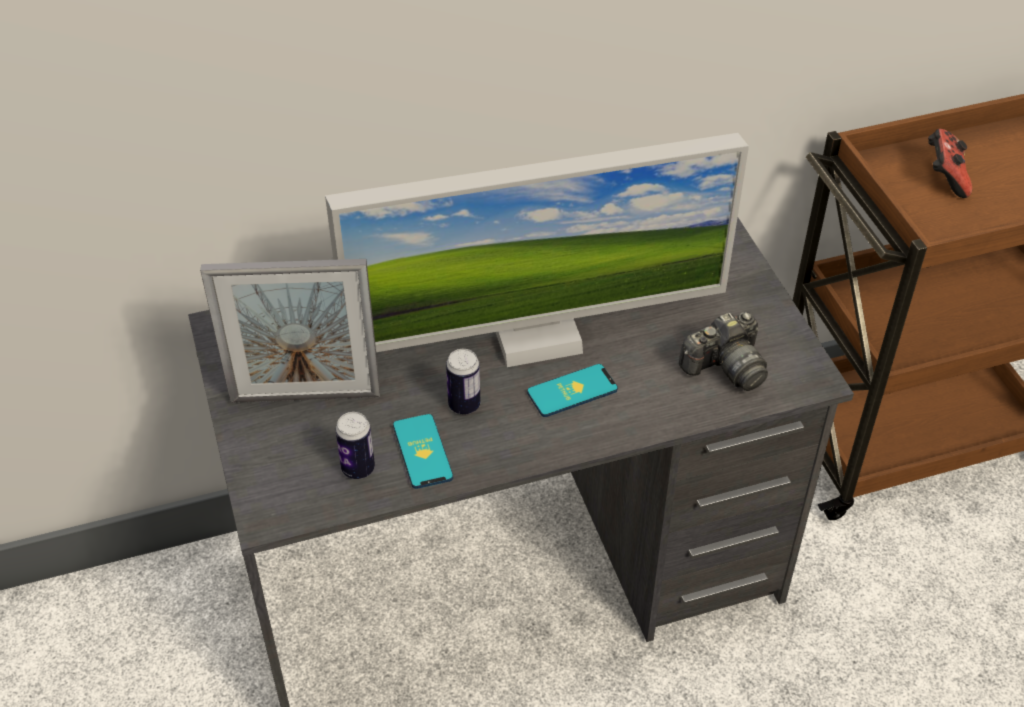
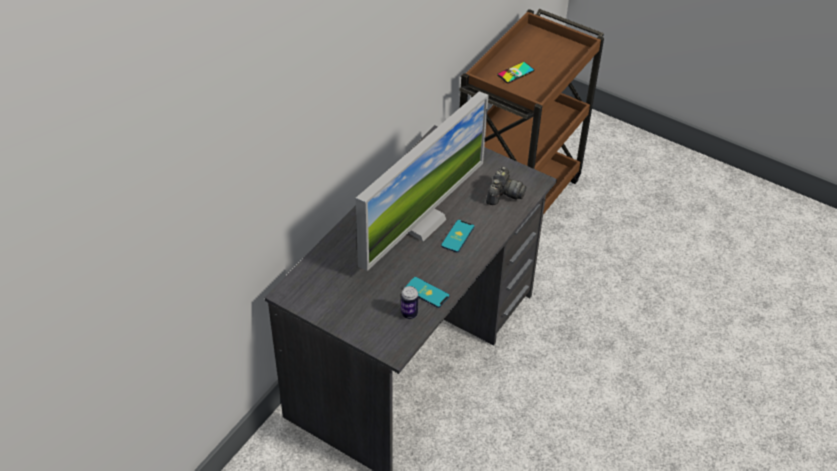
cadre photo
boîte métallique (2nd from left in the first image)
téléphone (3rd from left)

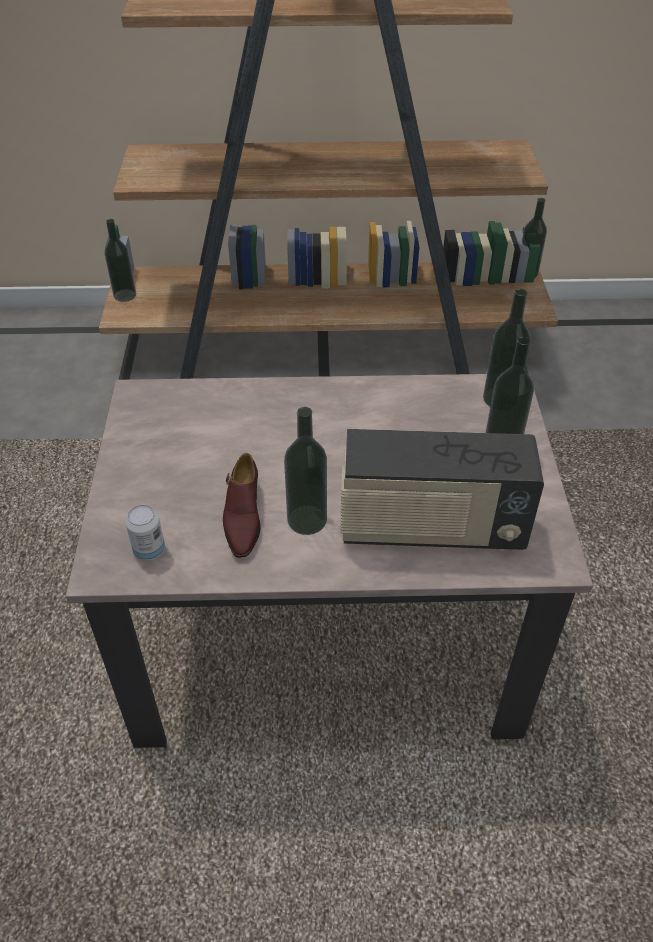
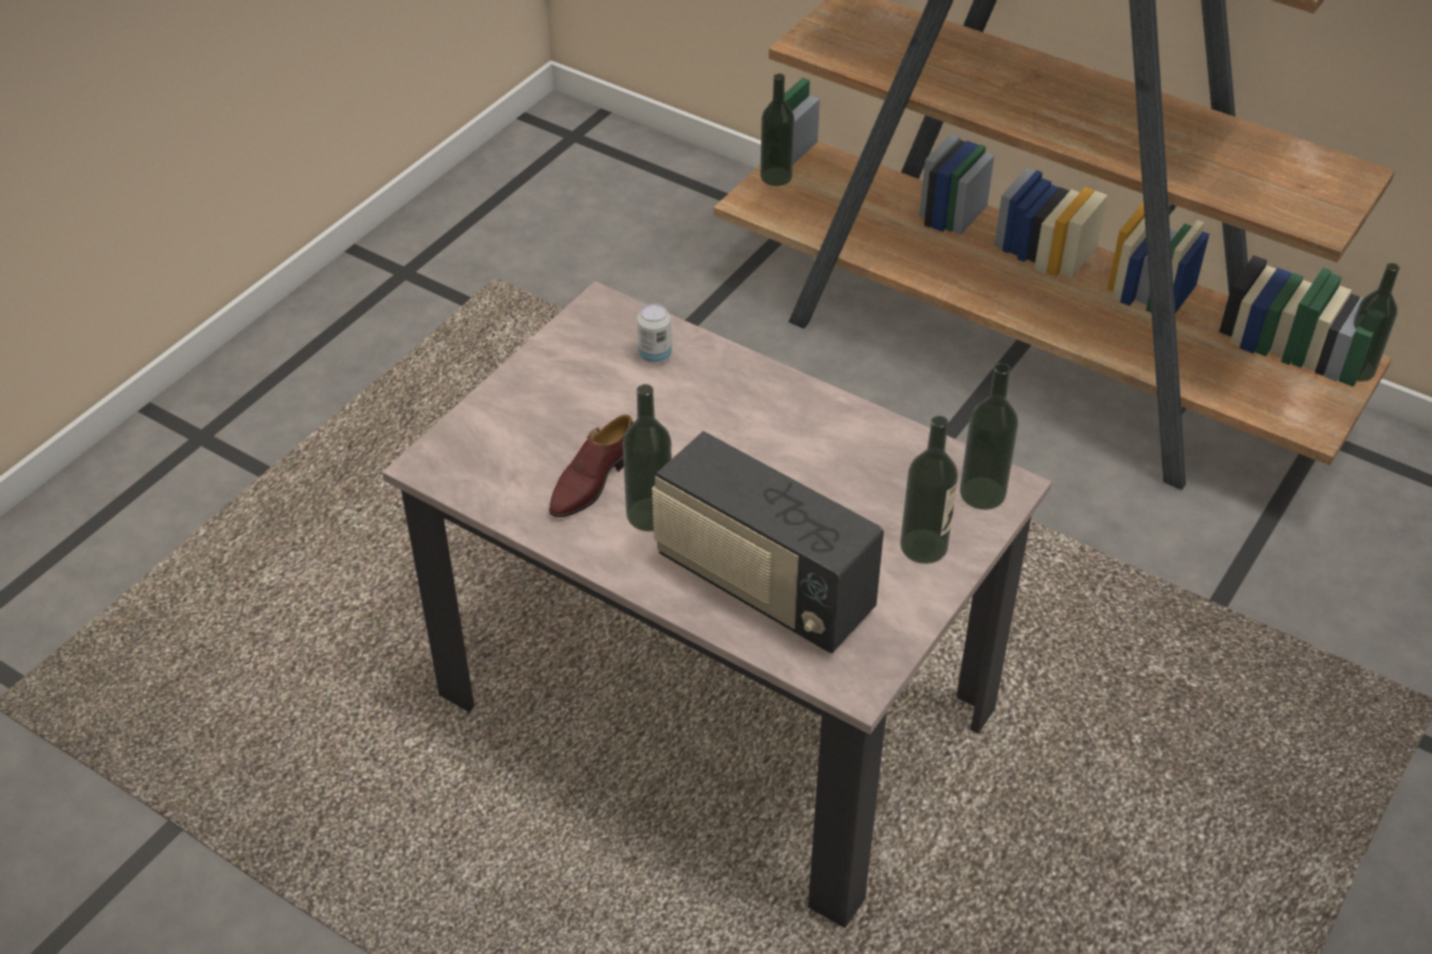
boîte métallique

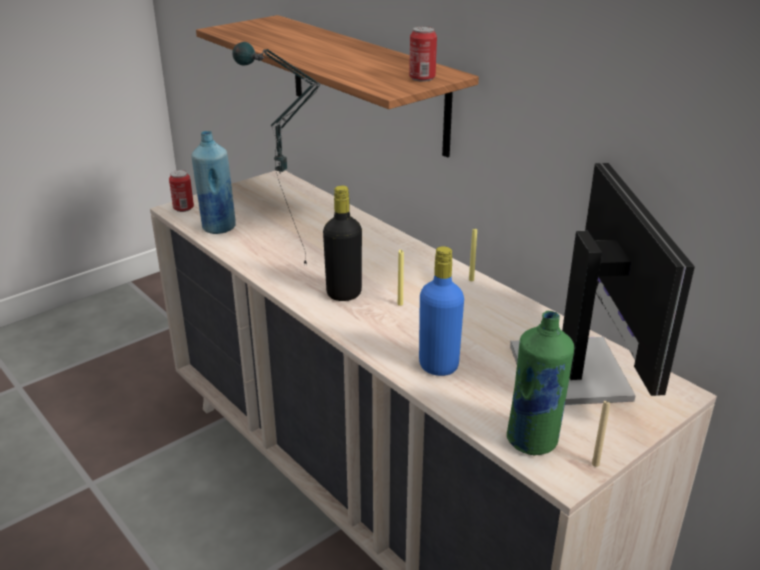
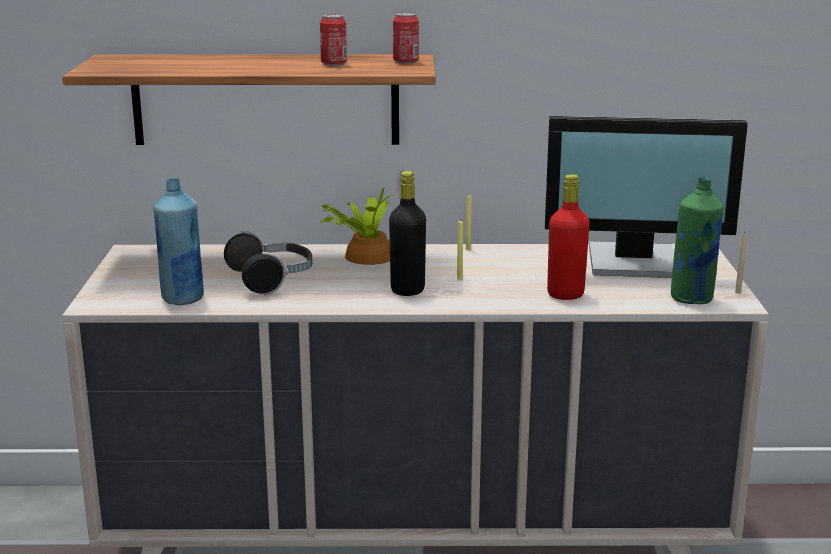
lampe de table
casque audio
plante en pot
boîte métallique (1st from left)
bouteille (rouge)
écran d'ordinateur

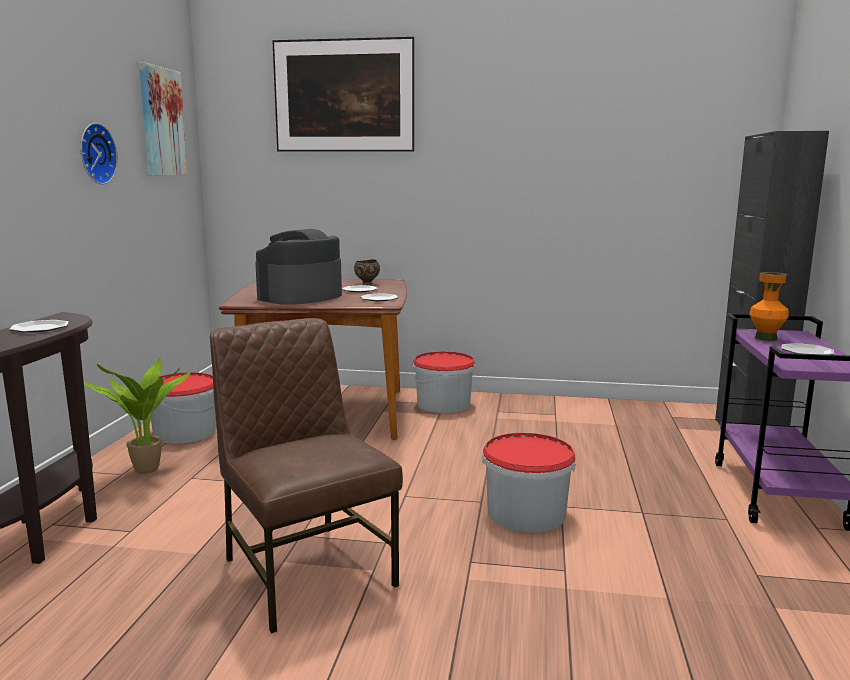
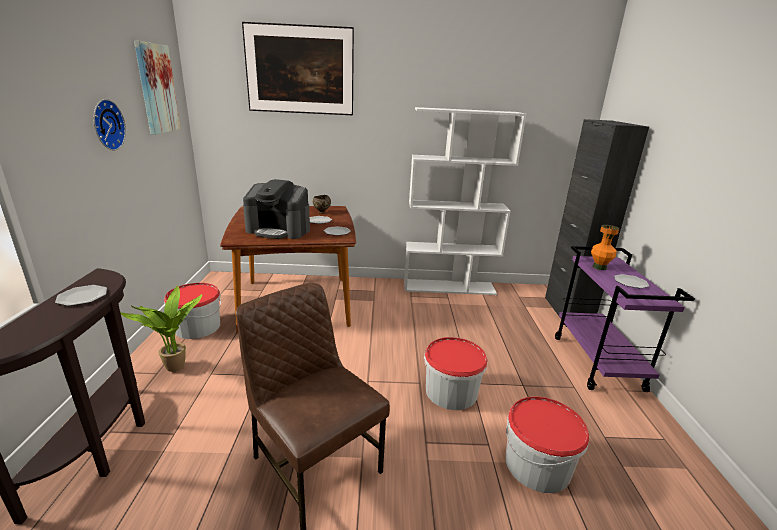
bibliothèque (blanc)
seau (3rd from left)
machine à café

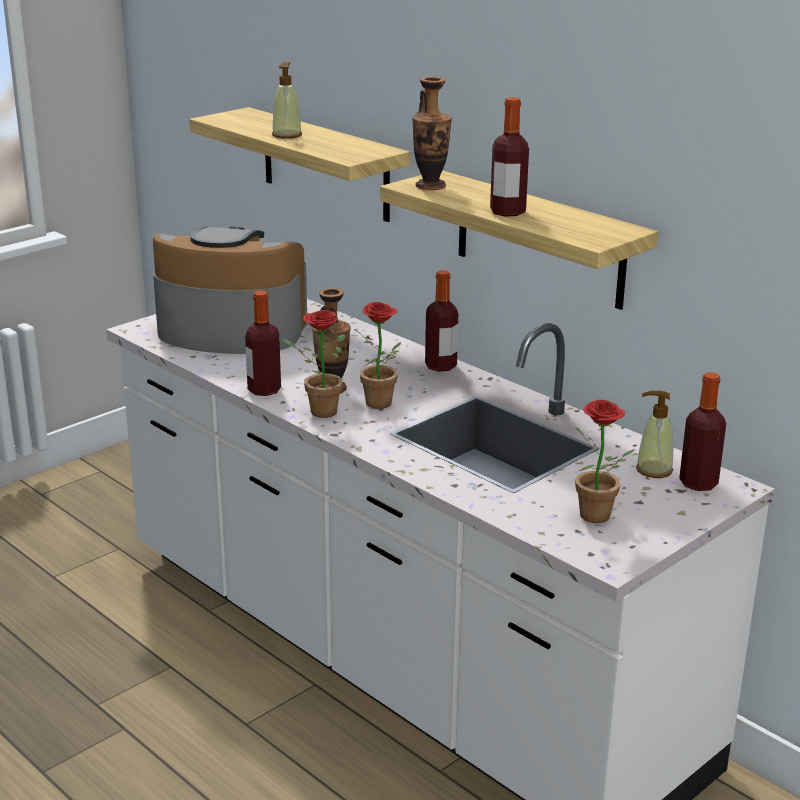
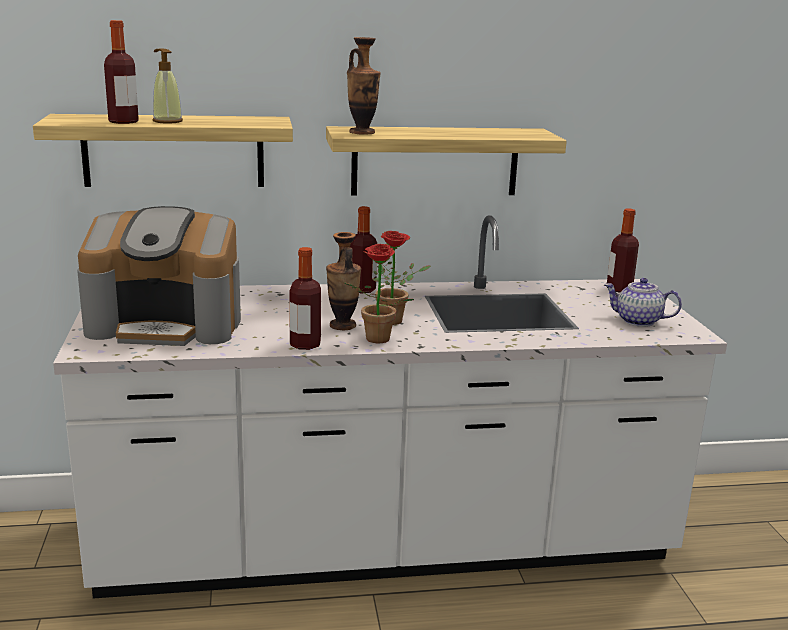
distributeur de savon (2nd from left in the first image)
bouteille (1st from left)
théière
machine à café

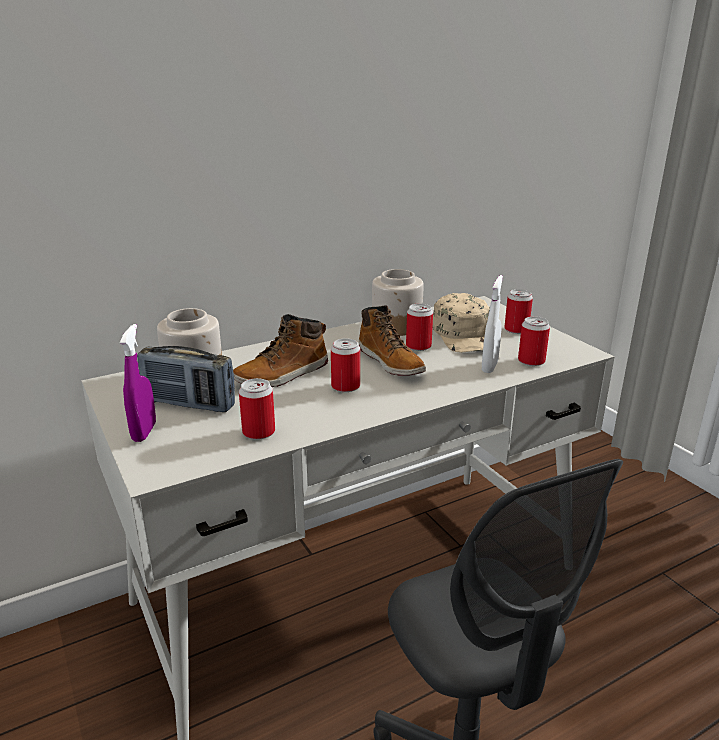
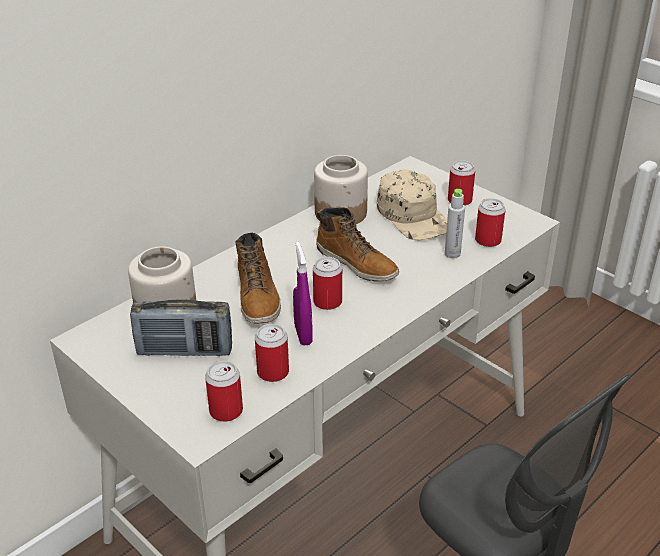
vaporisateur (violet)
boîte métallique (1st from left)
bouteille (gris)
botte (1st from left)

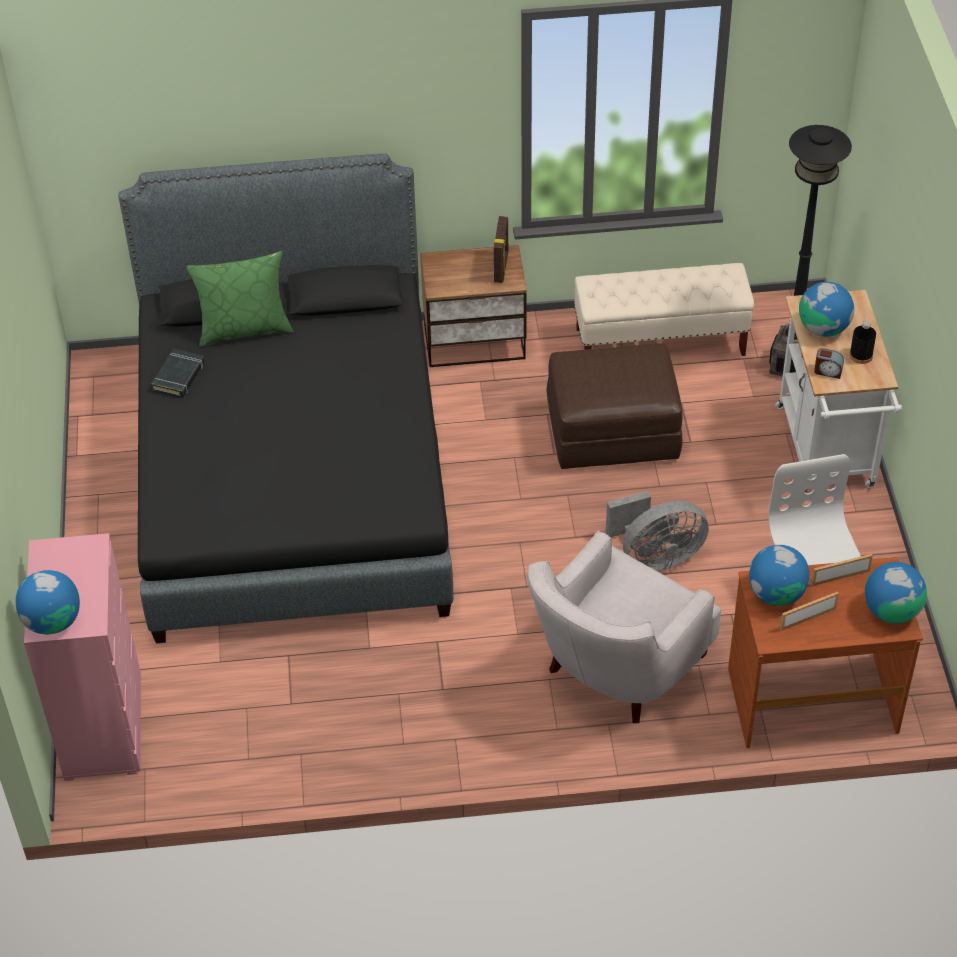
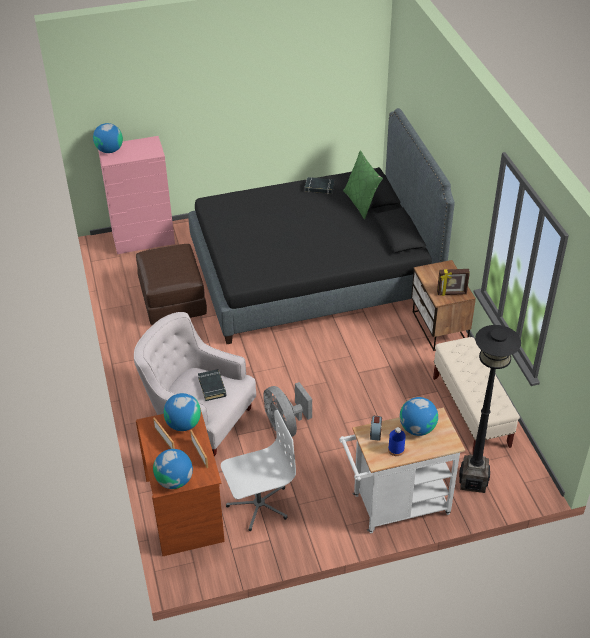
livre (noir) (1st from left)
pouf (marron)
bouteille (bleu)

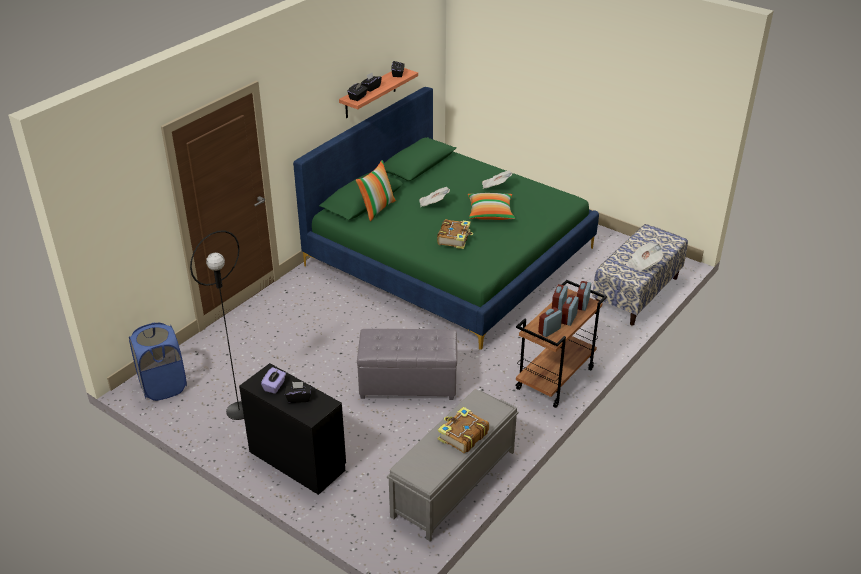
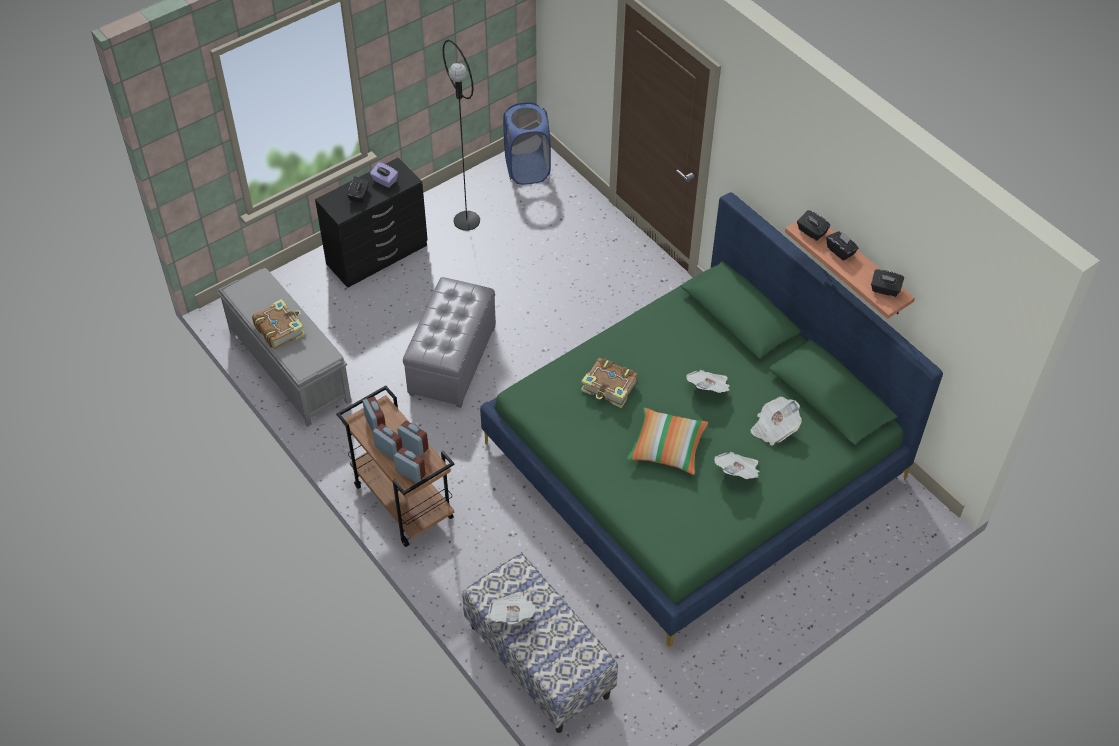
coussin (1st from left in the first image)
journal (4th from left)

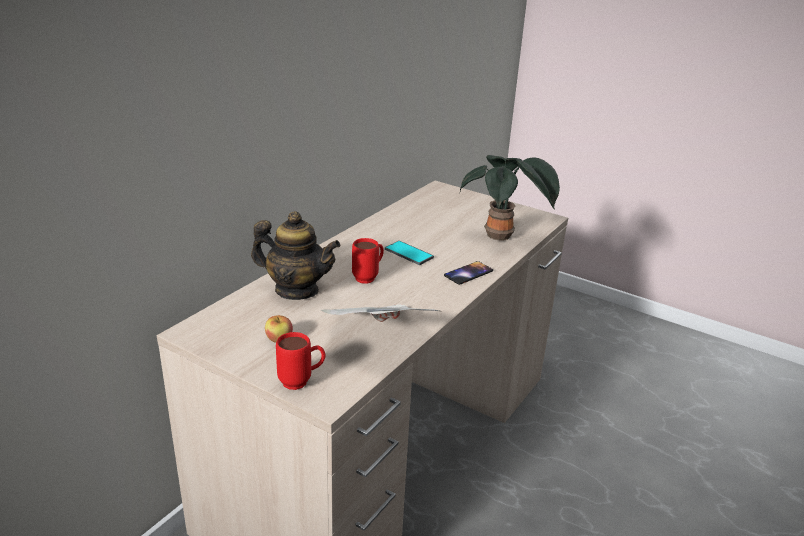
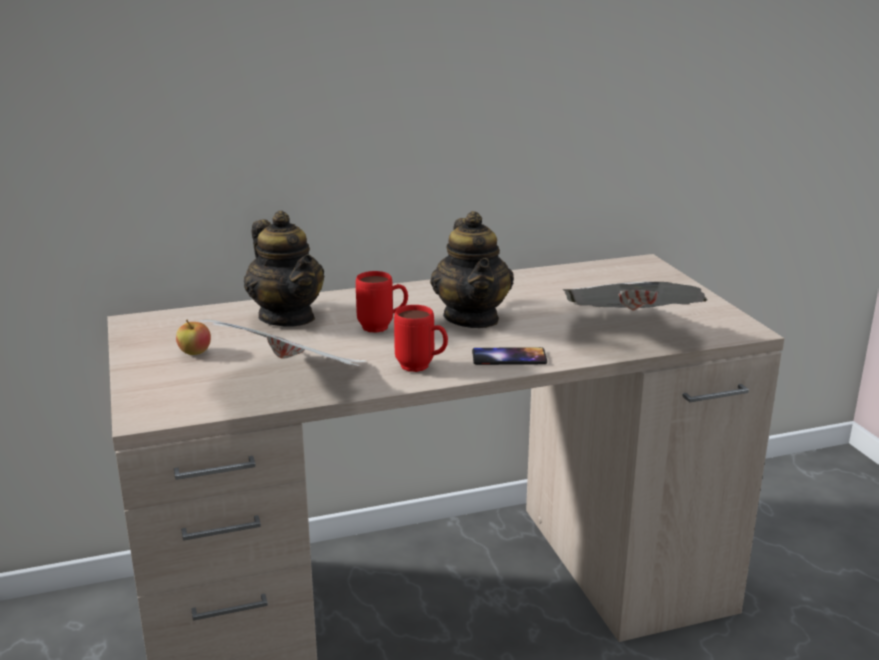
mug (rouge) (2nd from left)
théière (2nd from left)
journal (2nd from left)

